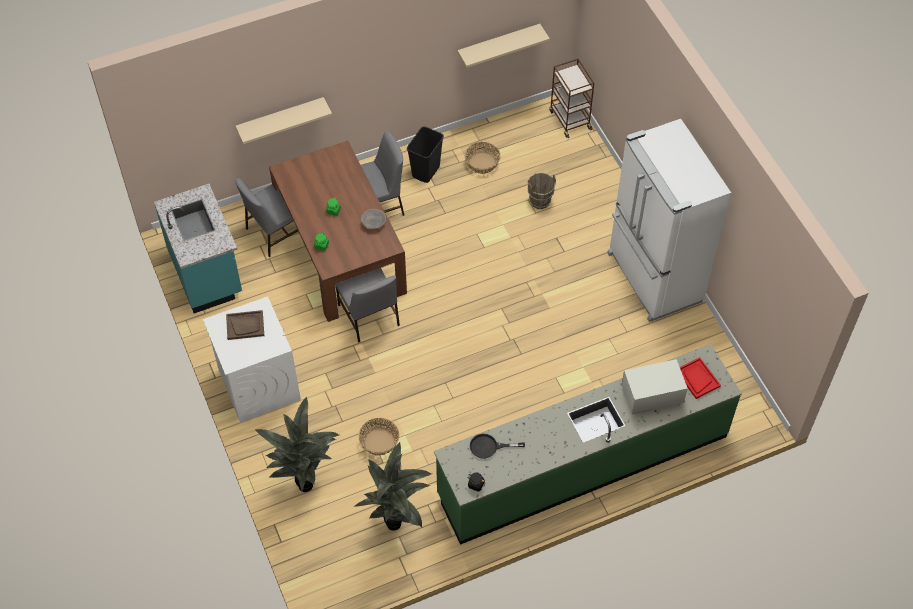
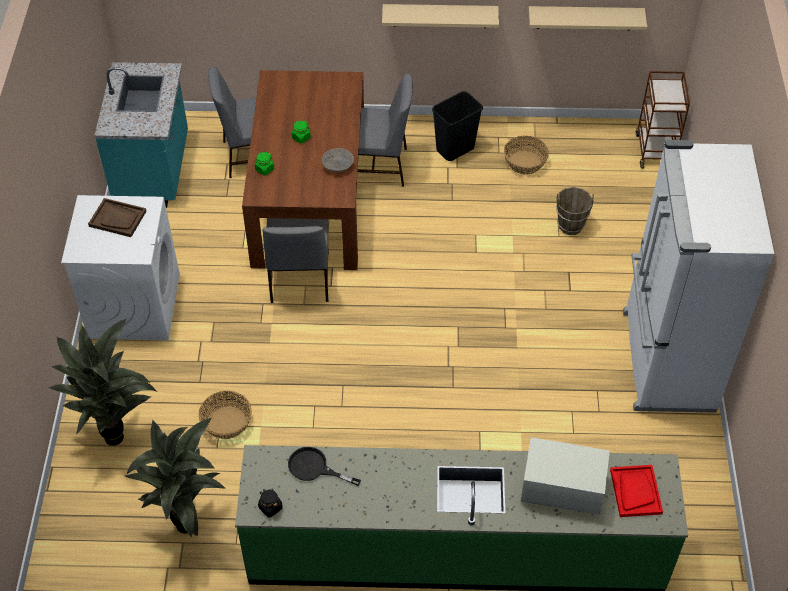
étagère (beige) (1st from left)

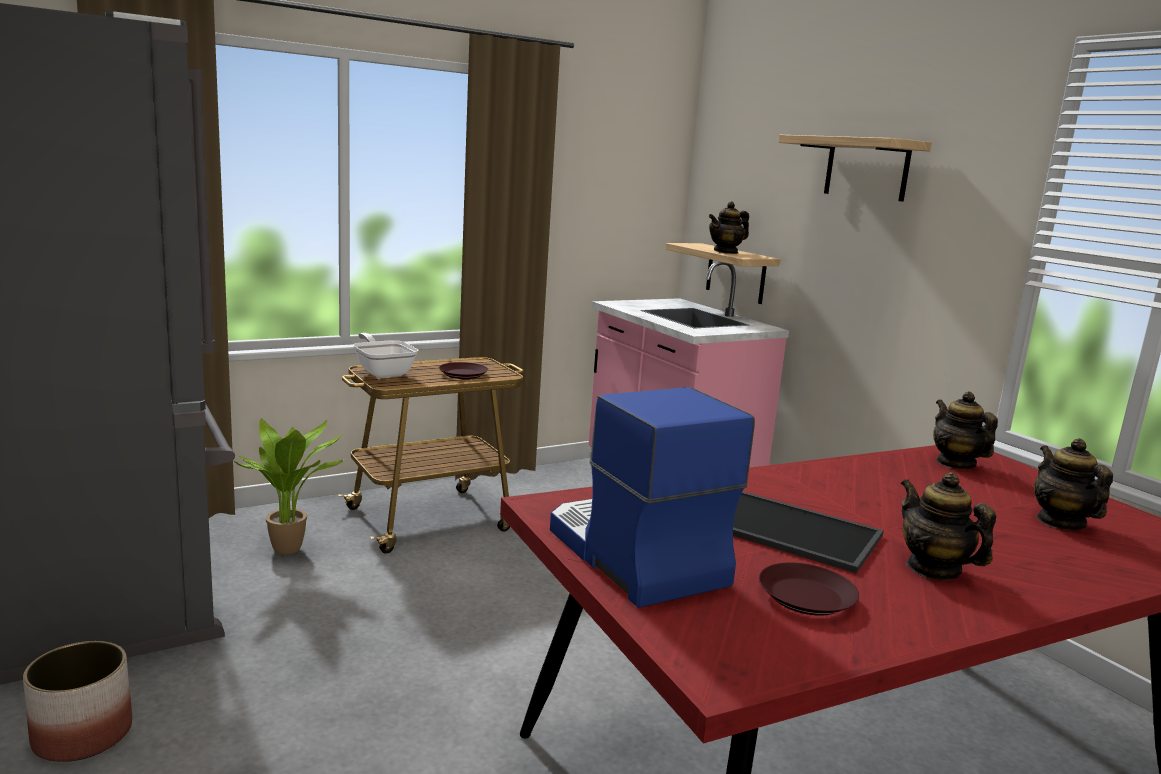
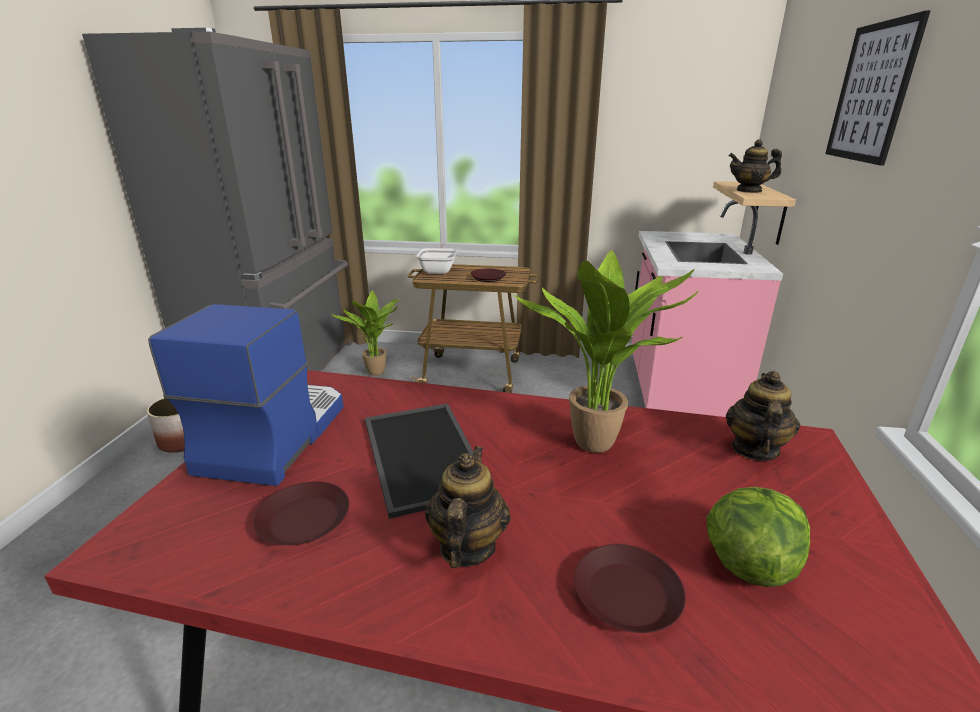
plante en pot (2nd from left)
assiette (marron) (3rd from left)
tableau
laitue

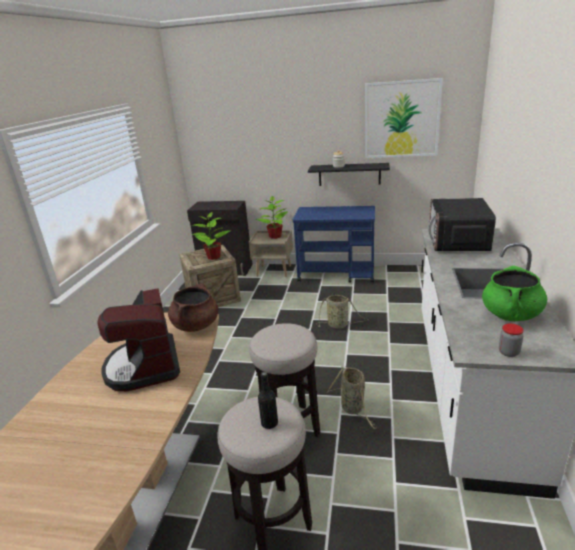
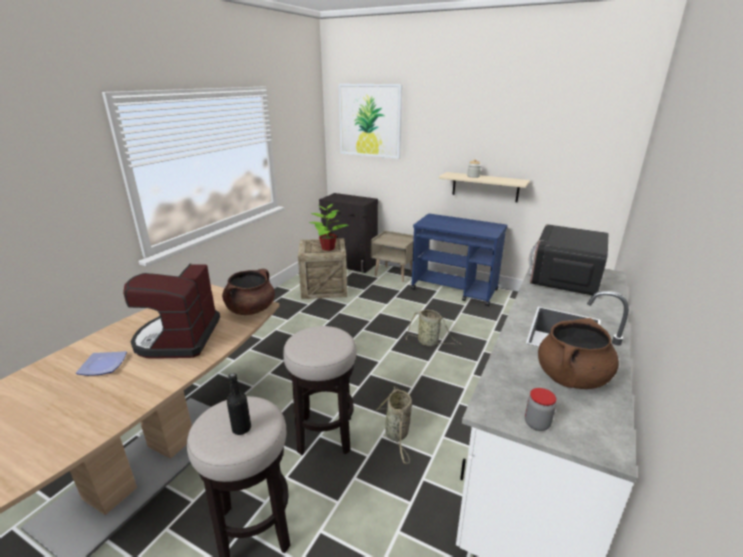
plante en pot (2nd from left in the first image)
assiette
tableau
étagère (beige)
marmite (marron) (2nd from left)

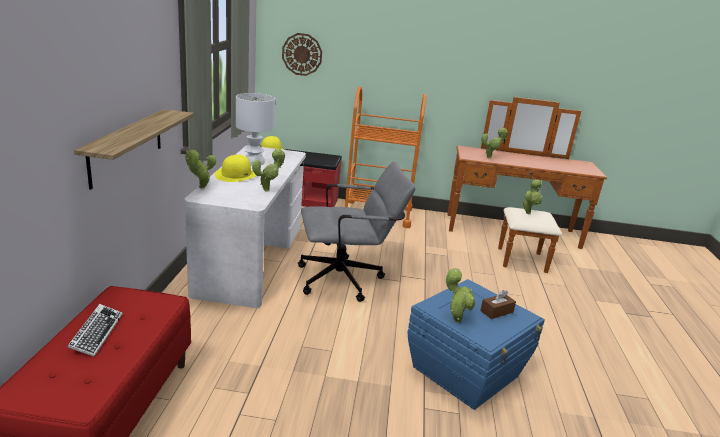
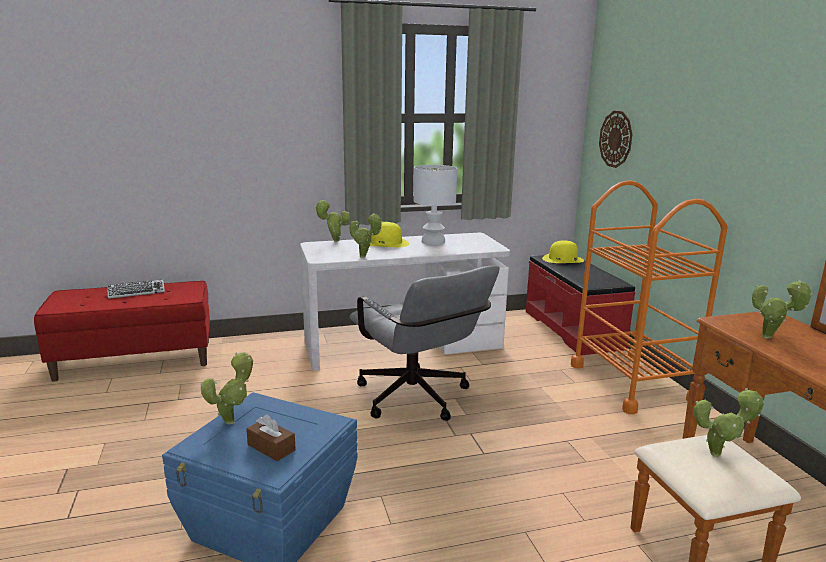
étagère

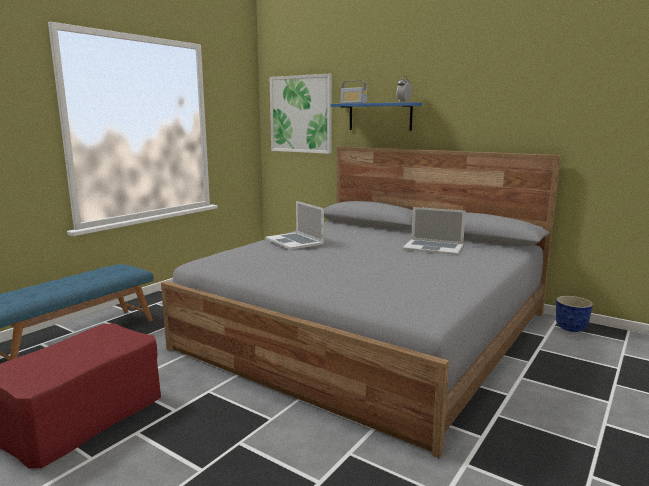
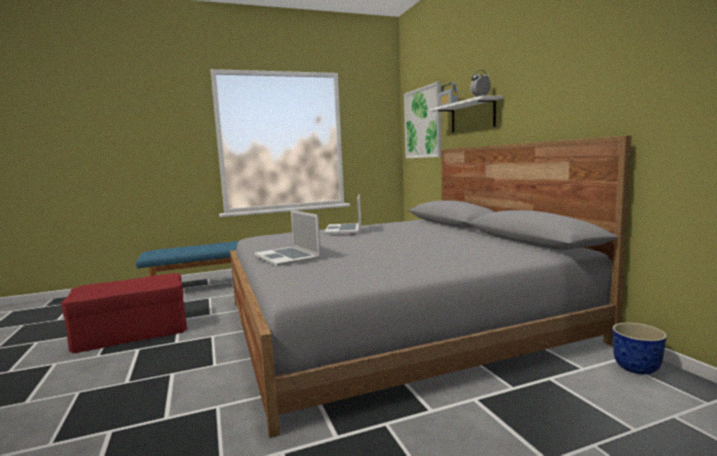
ordinateur portable (1st from left)
étagère (blanc)

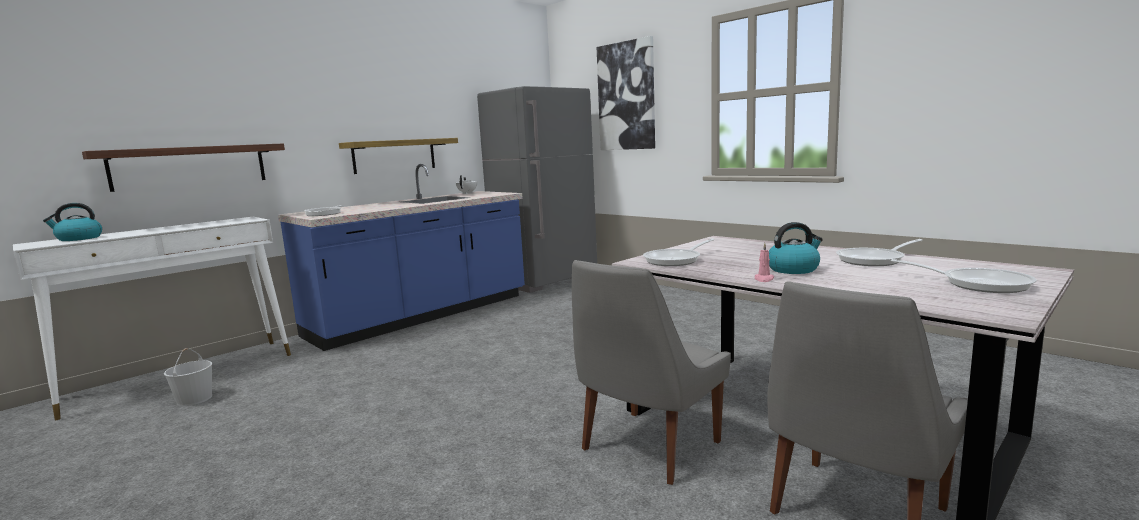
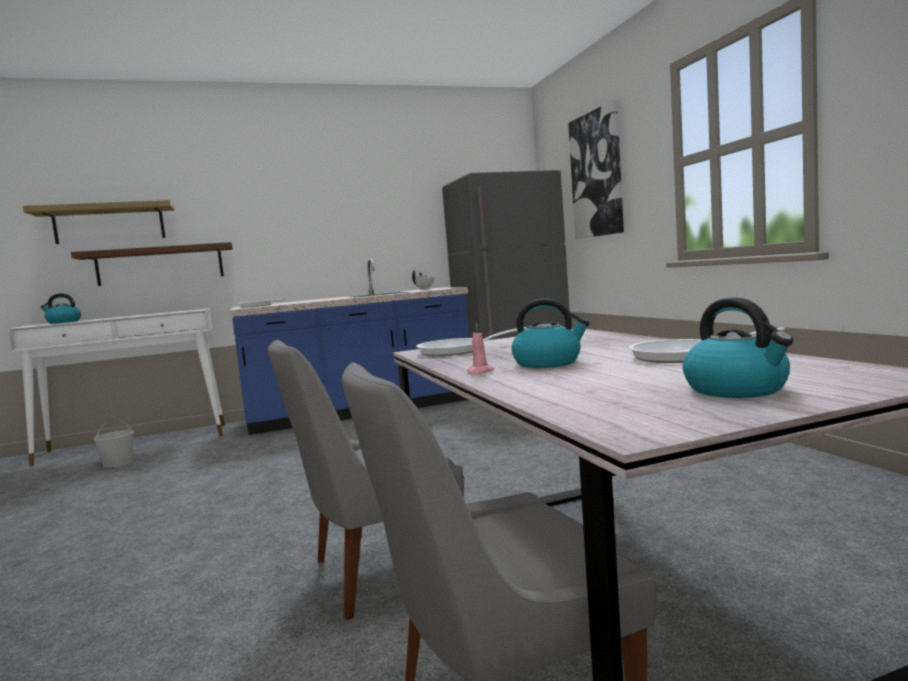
étagère (1st from left)
bouilloire (3rd from left)

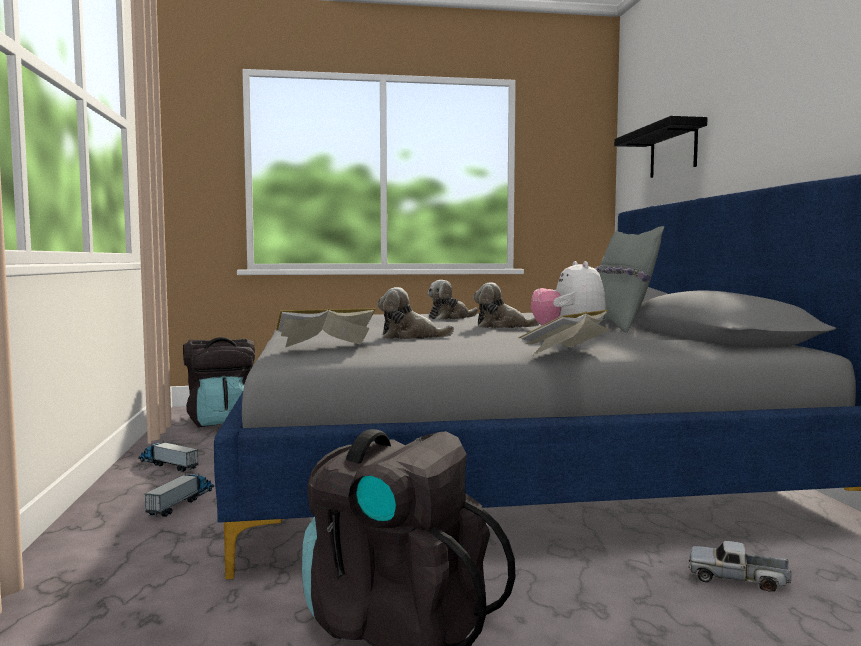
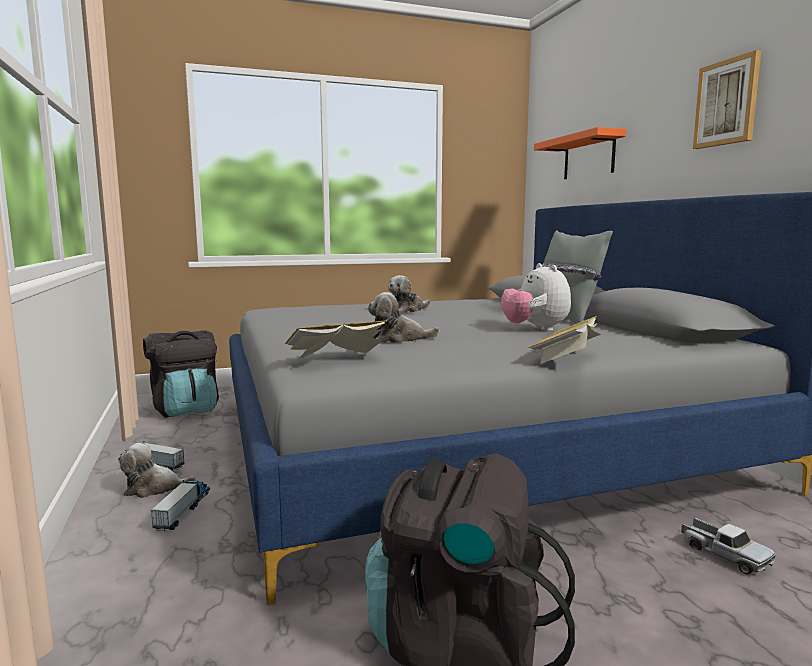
tableau
peluche (1st from left)
étagère (orange)
camion jouet (3rd from left)

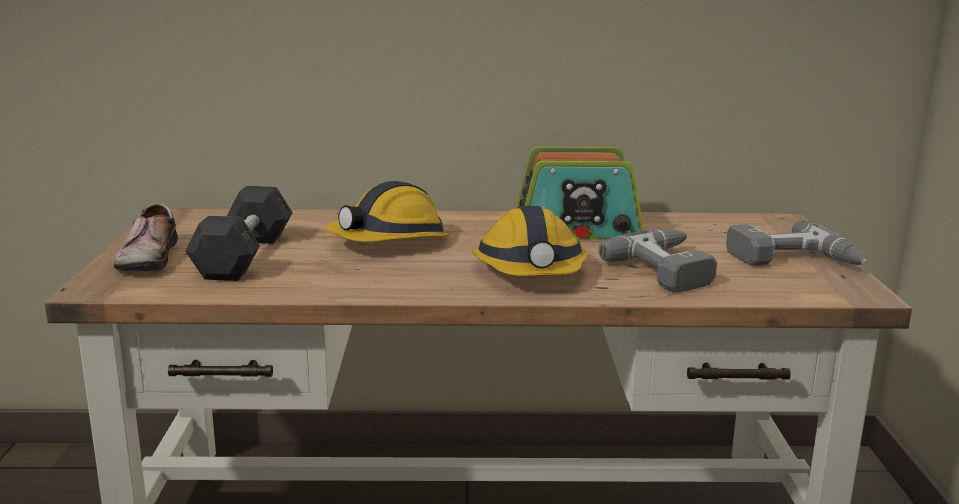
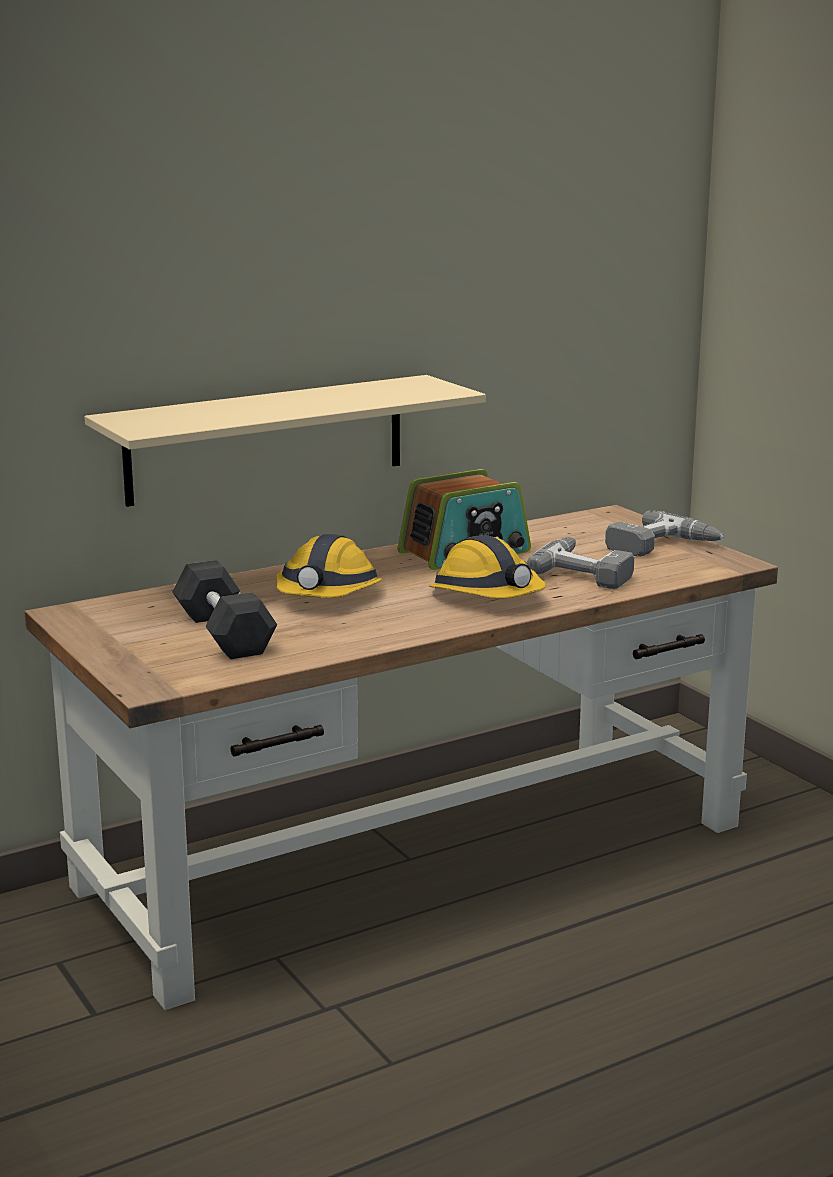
chaussure
étagère (beige)

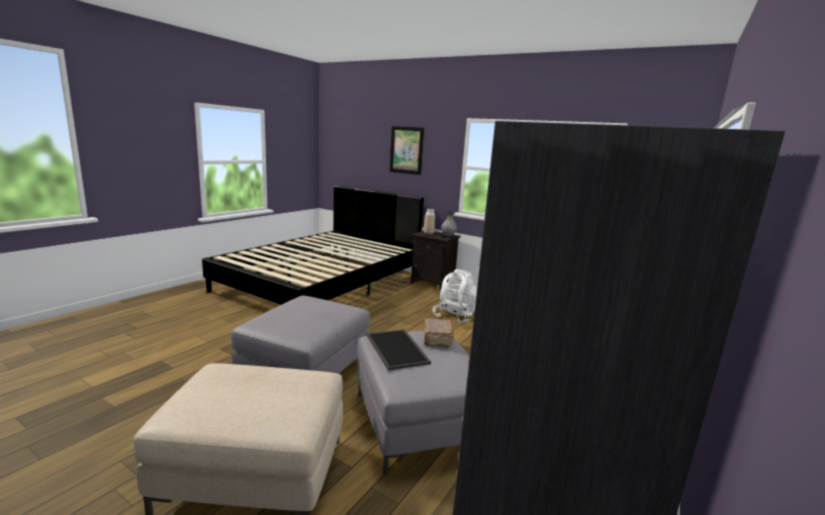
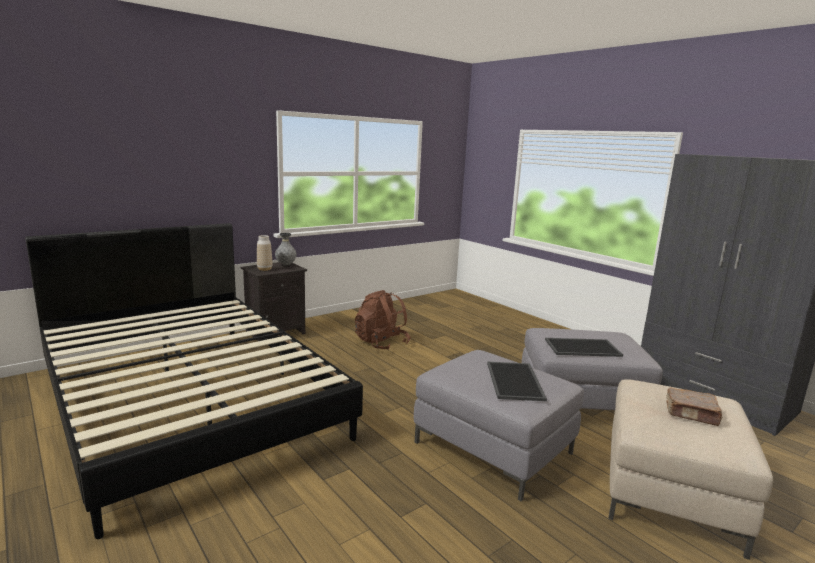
tableau
plateau (1st from left)
livre (marron)
sac à dos (marron)

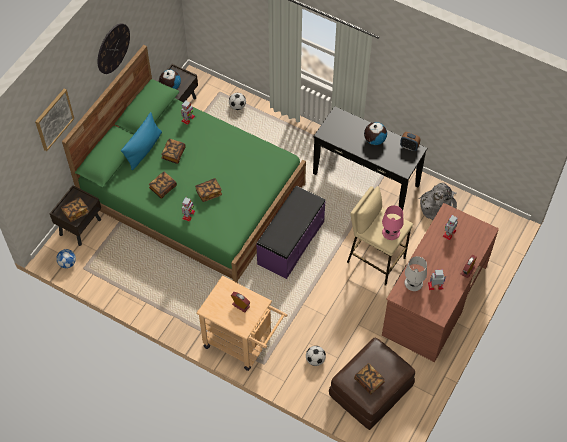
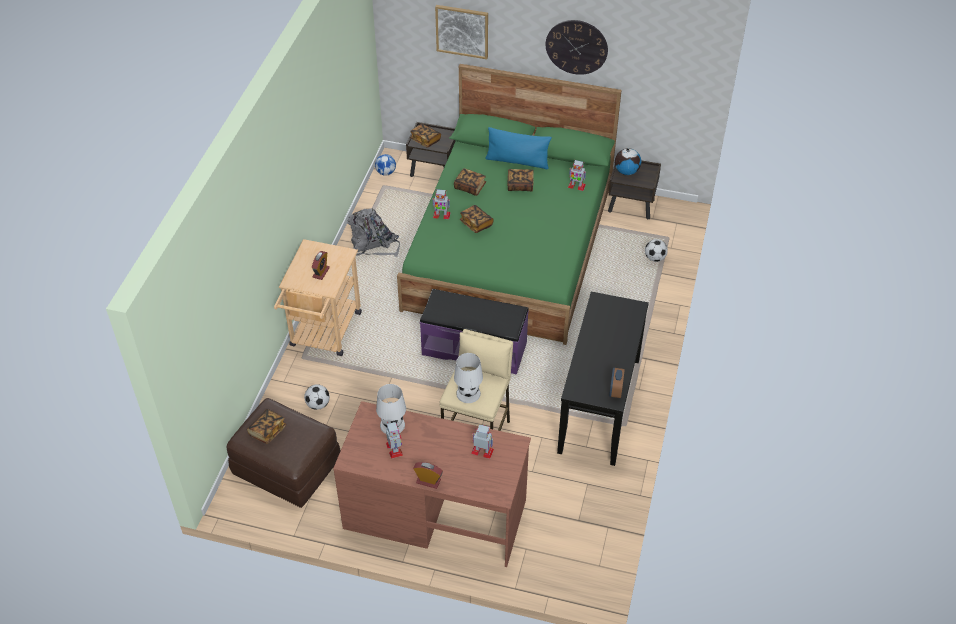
globe (2nd from left in the first image)
sac à dos (gris)
lampe de table (blanc) (2nd from left)

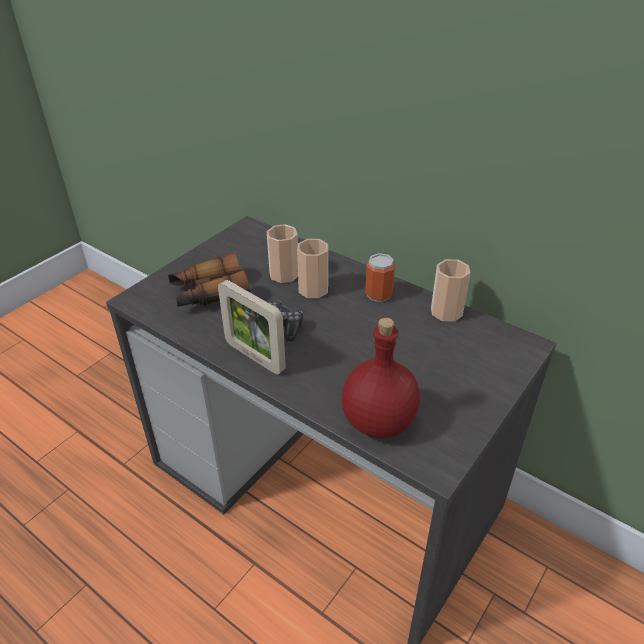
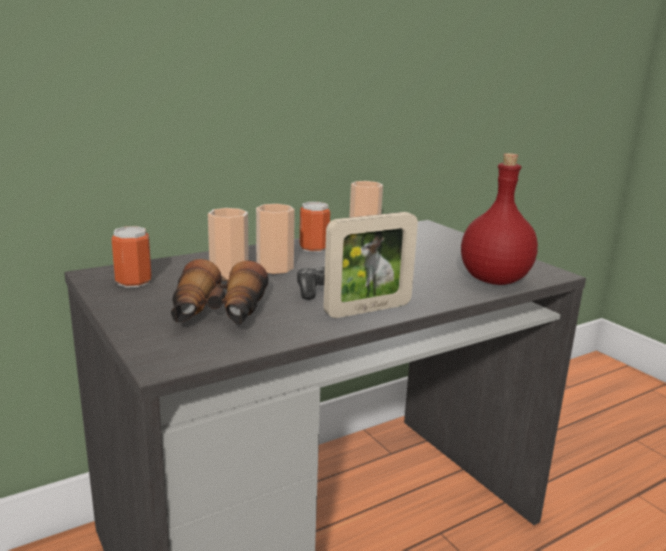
boîte métallique (1st from left)

